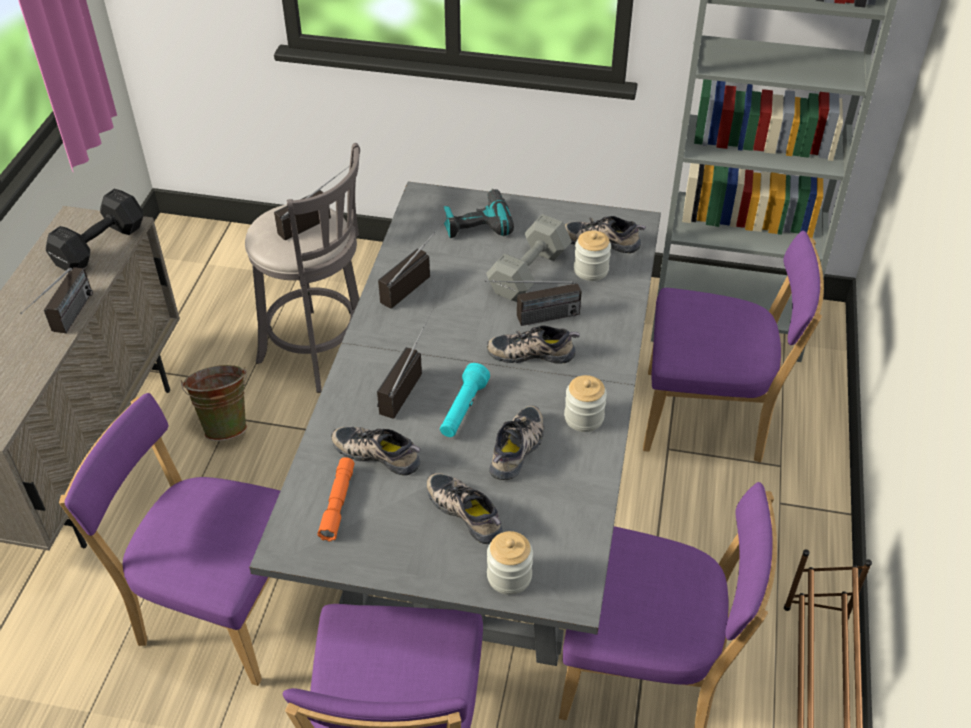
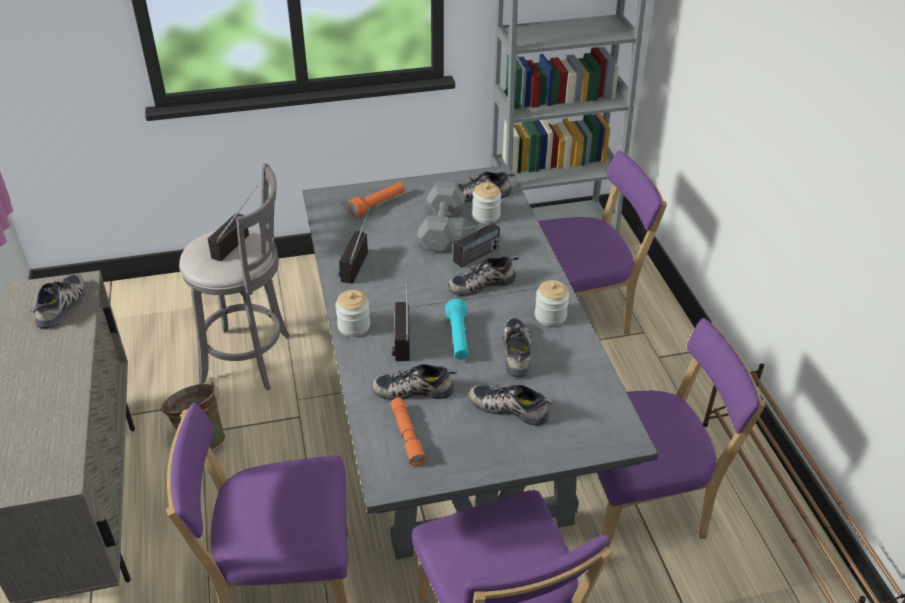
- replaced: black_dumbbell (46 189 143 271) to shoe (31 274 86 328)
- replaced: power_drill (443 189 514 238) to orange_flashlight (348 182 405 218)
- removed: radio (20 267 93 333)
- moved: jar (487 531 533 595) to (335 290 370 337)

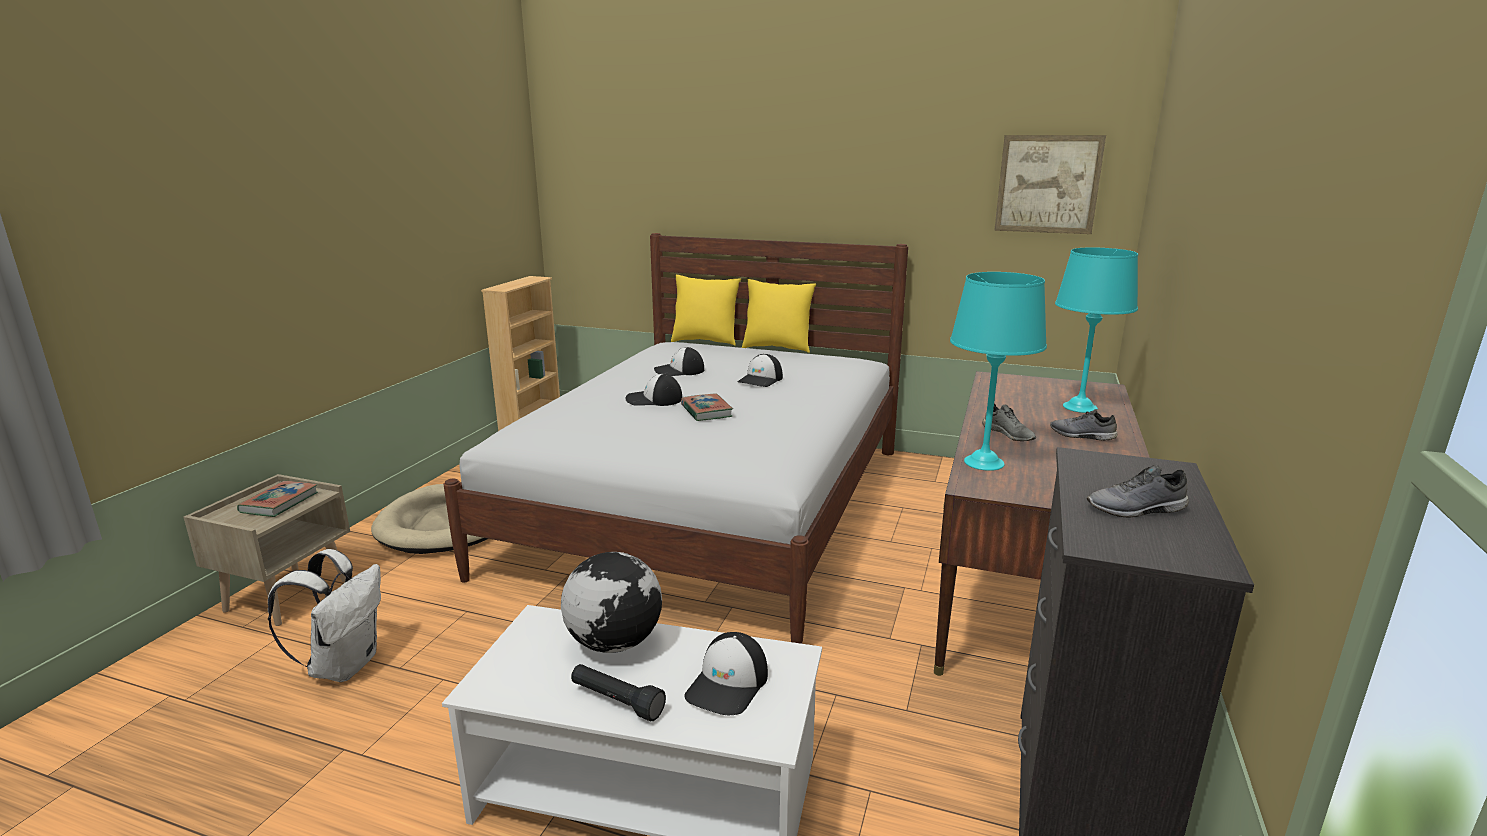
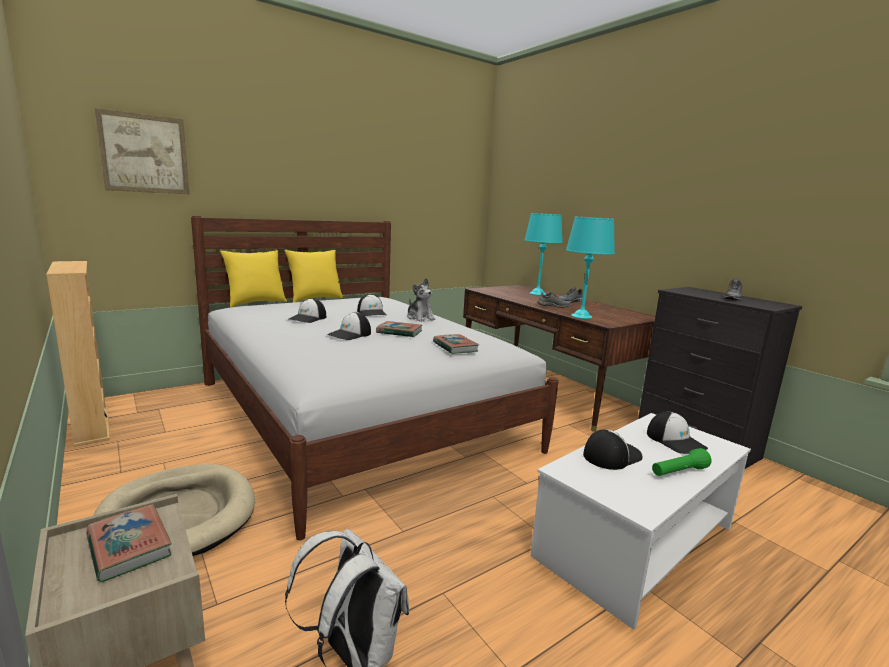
- moved: picture (994 135 1106 234) to (95 108 189 194)
- replaced: globe (561 552 662 653) to cap (583 430 643 470)
- recoloured: black_flashlight (571 664 666 721) to green_flashlight (652 448 711 476)
- added: plush_toy (407 278 435 322)
- added: book (433 334 479 354)

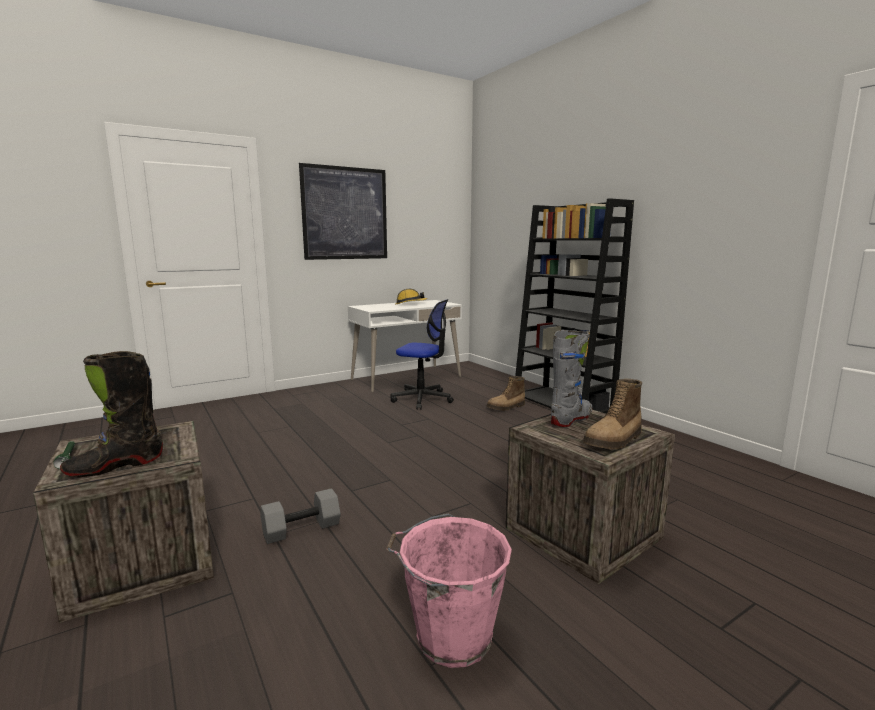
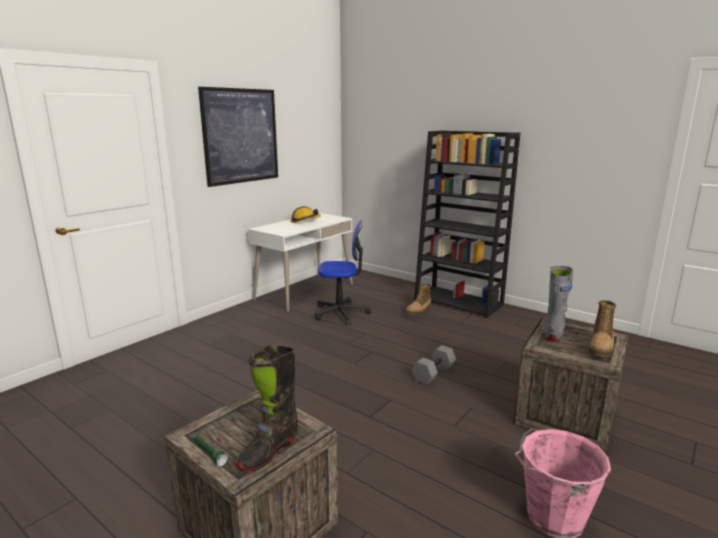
- moved: grey_dumbbell (261 488 341 544) to (412 345 456 385)

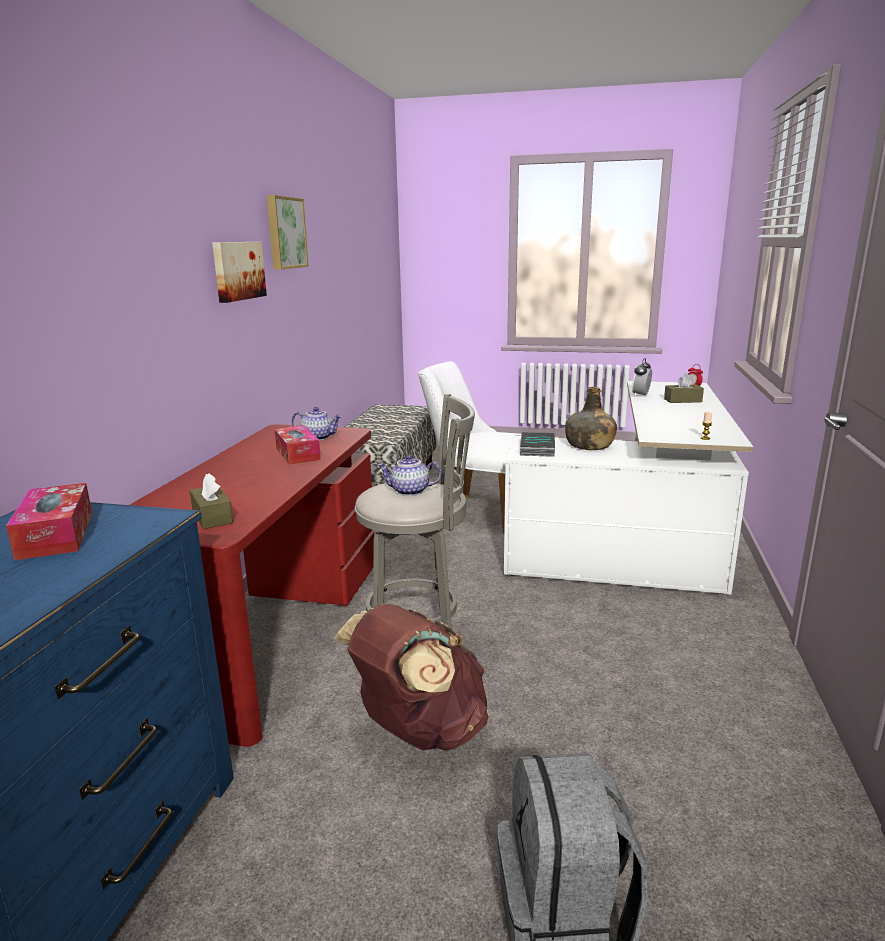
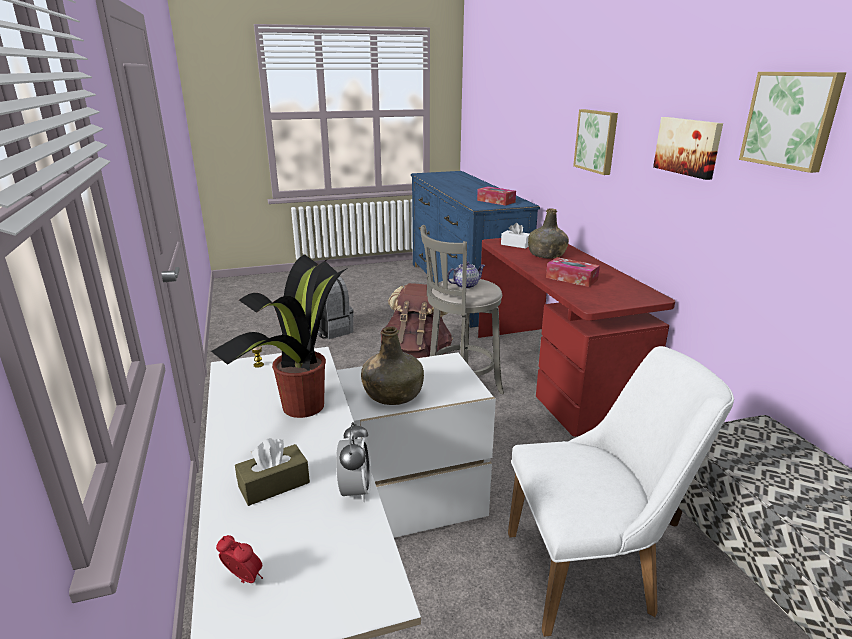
- removed: teapot (292 407 342 441)
- removed: book (520 432 555 457)
- recoloured: brown_tissue_box (190 473 233 529) to white_tissue_box (501 223 530 249)
- added: picture (573 109 618 175)
- added: green_bottle (528 209 569 258)
- added: potted_plant (211 255 348 418)

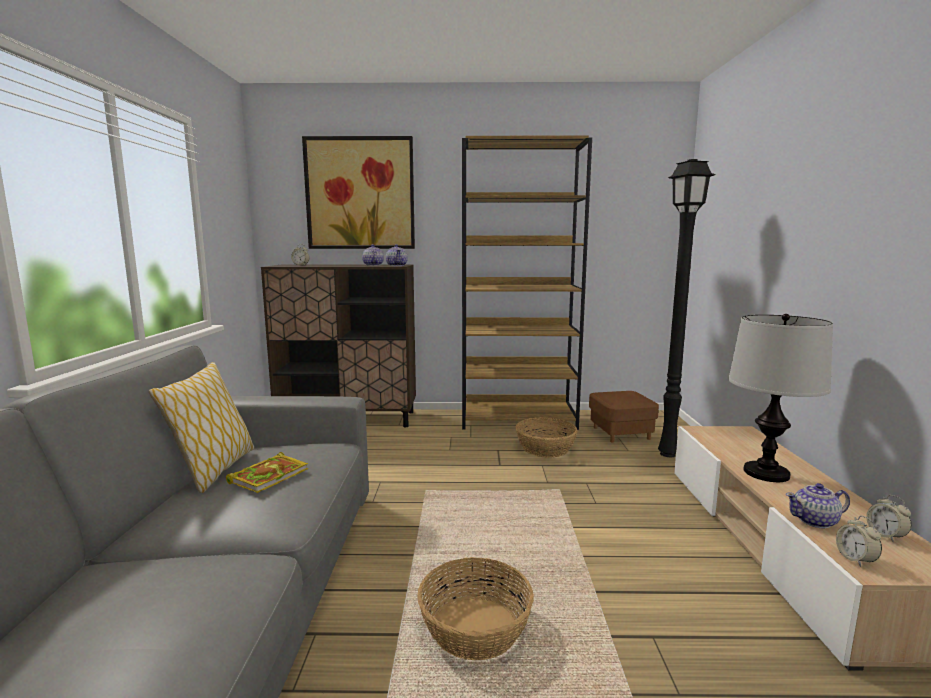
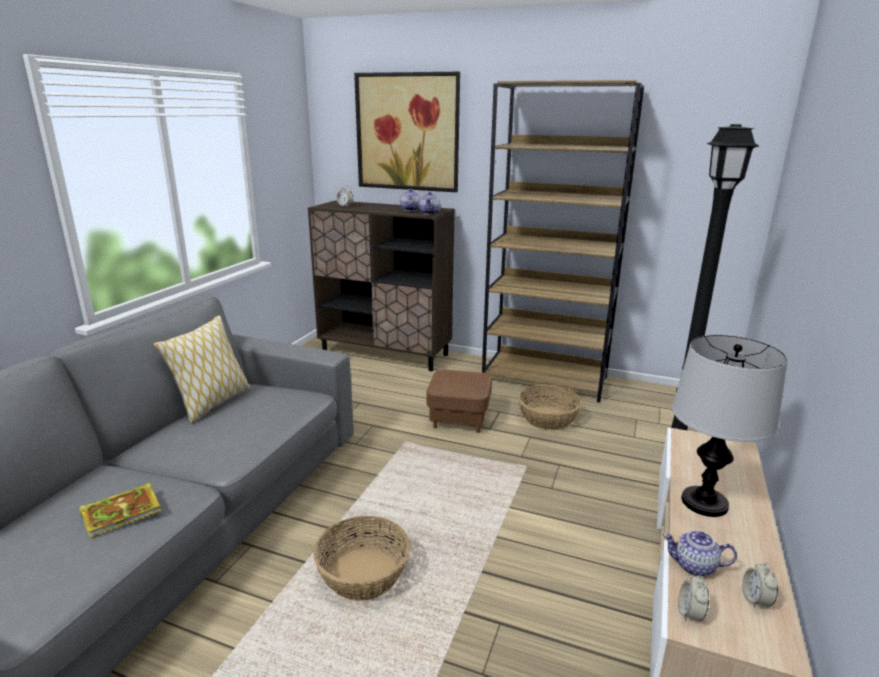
- moved: brown_ottoman (589 391 659 442) to (426 369 492 433)
- moved: book (226 452 308 493) to (79 482 161 538)

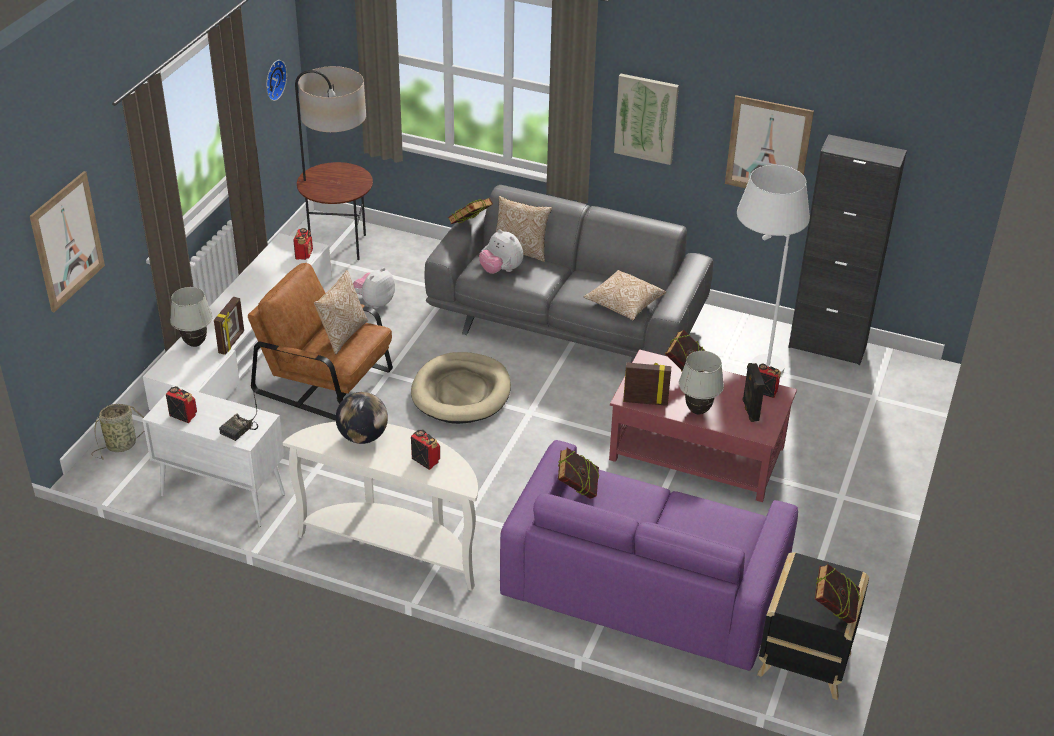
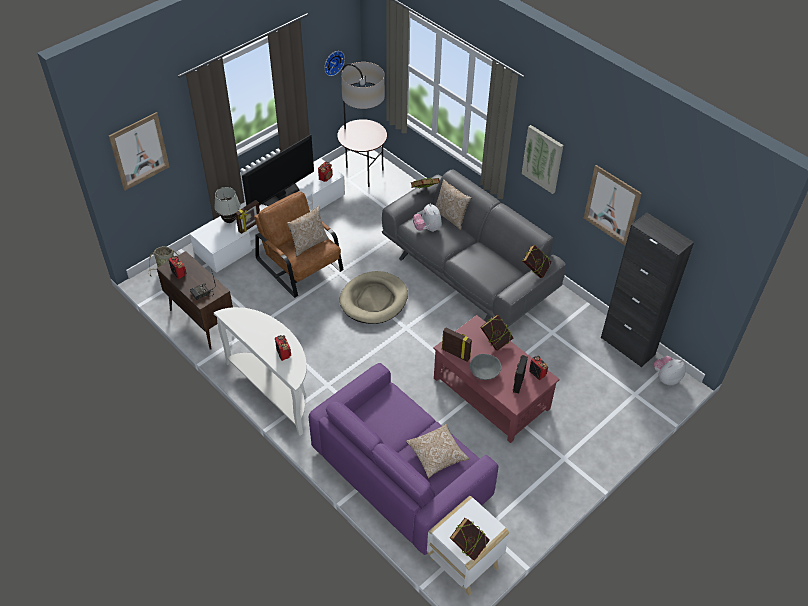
- removed: white_floor_lamp (737 165 810 375)
- moved: plush_toy (353 268 395 308) to (653 356 686 385)
- moved: pillow (584 270 666 321) to (406 424 469 478)
- replaced: white_table_lamp (679 351 724 415) to grey_bowl (470 354 501 380)
- recoloured: white_cabinet (142 385 285 527) to brown_cabinet (157 251 233 350)
- removed: globe (336 392 388 444)
- moved: book (558 448 600 499) to (523 245 552 278)
- recoloured: black_side_table (757 552 869 700) to white_side_table (427 496 509 596)
- added: television (242 134 314 206)

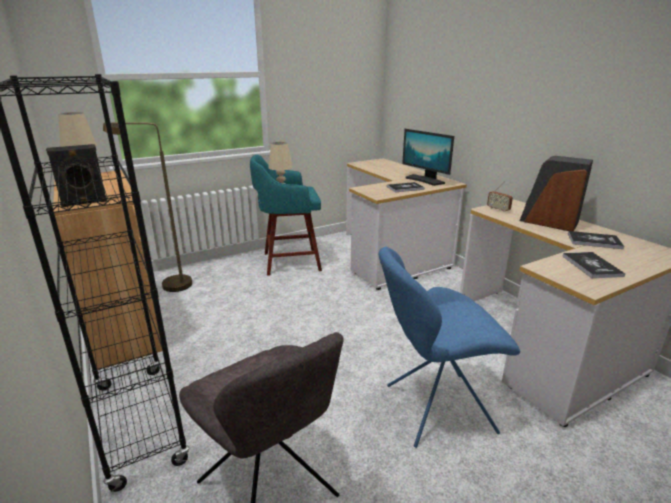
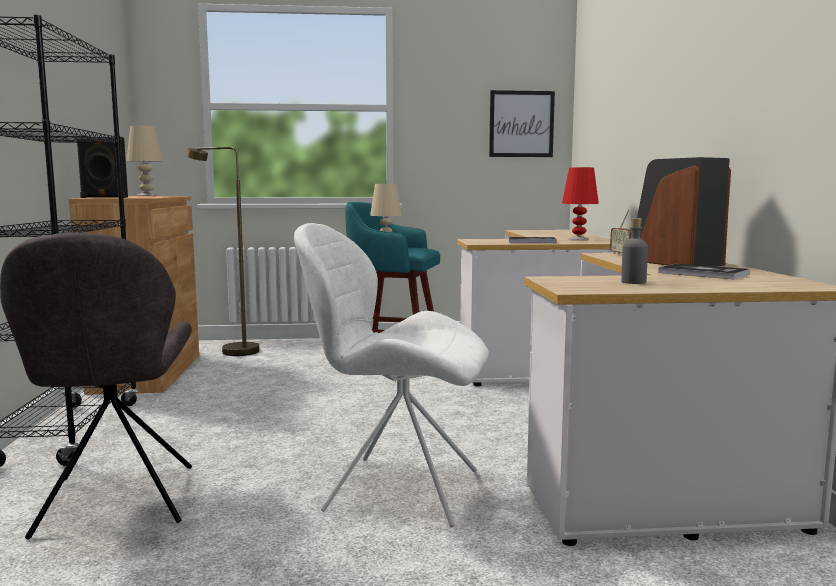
- replaced: monitor (402 129 454 186) to red_table_lamp (562 167 599 241)
- recoloured: blue_chair (379 247 520 448) to white_chair (294 223 489 528)
- replaced: book (562 252 625 278) to grey_bottle (621 218 648 284)
- added: picture (489 90 555 157)

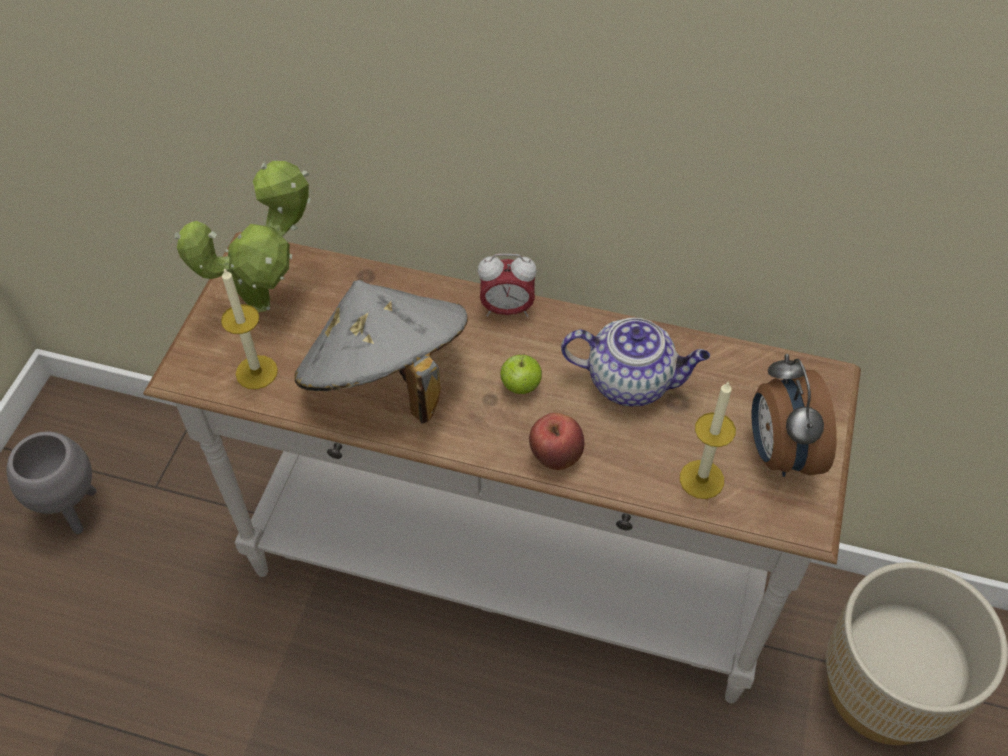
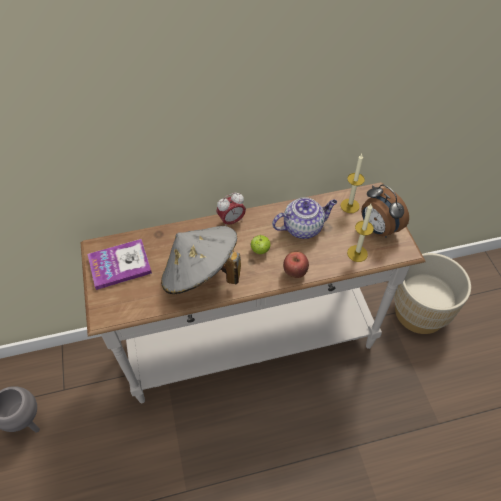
- replaced: potted_plant (174 161 310 312) to book (87 239 152 290)
- moved: candle (221 267 278 389) to (340 154 365 213)

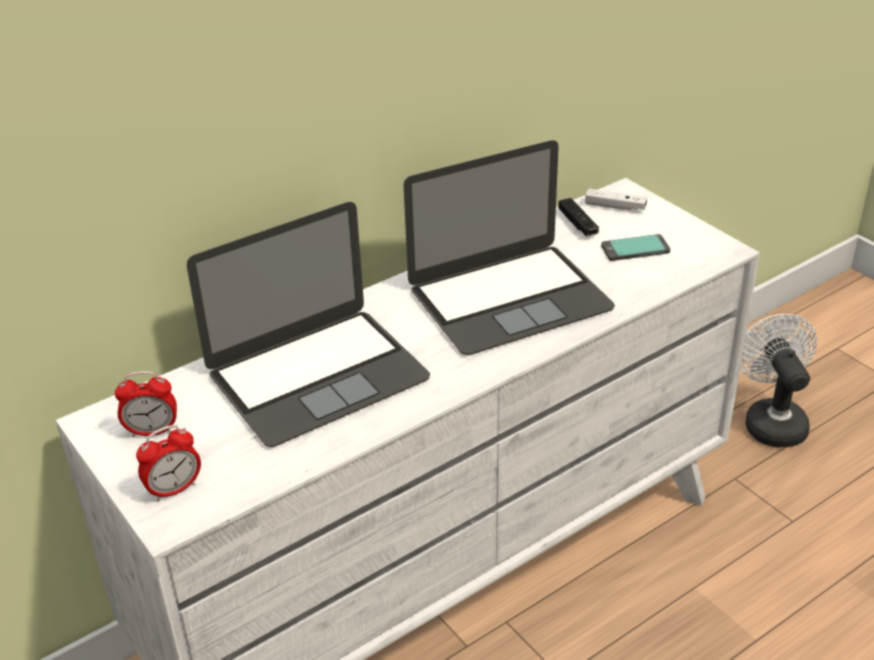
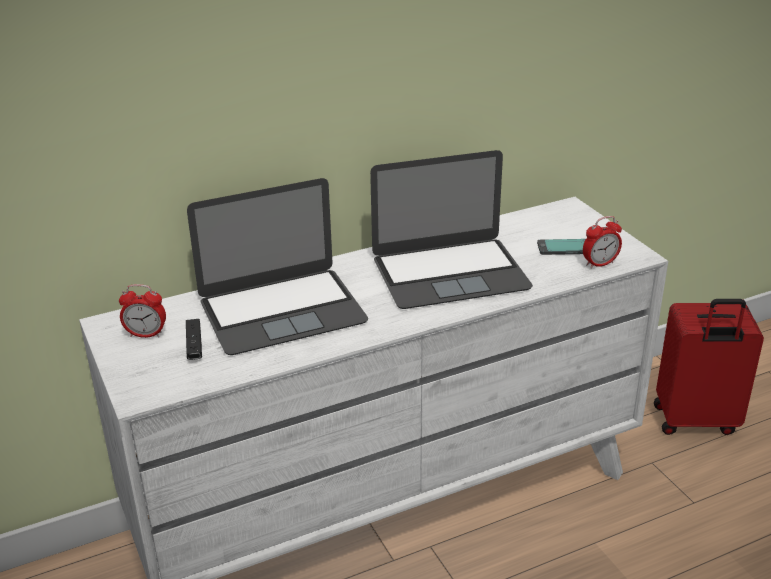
- removed: white_game_controller (585 189 647 210)
- moved: black_game_controller (558 198 599 236) to (186 319 202 360)
- replaced: white_fan (740 314 817 447) to red_suitcase (654 299 764 435)
- moved: alarm_clock (136 425 201 501) to (583 216 622 269)

